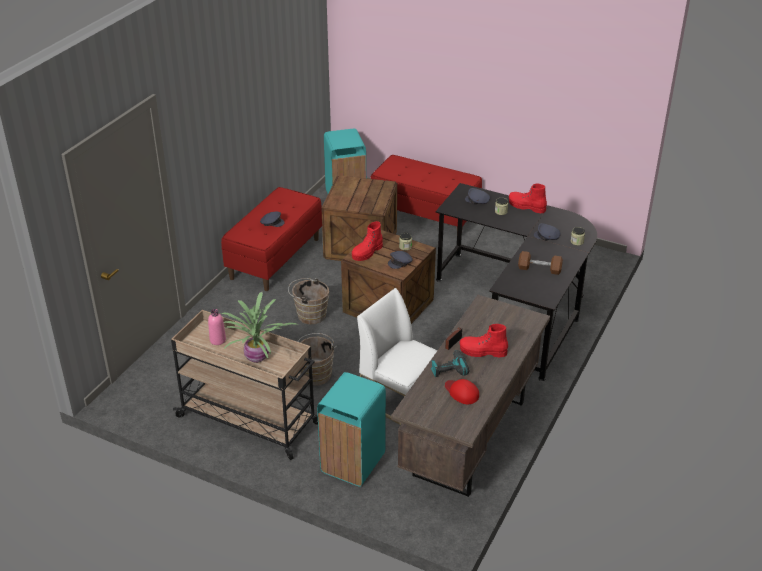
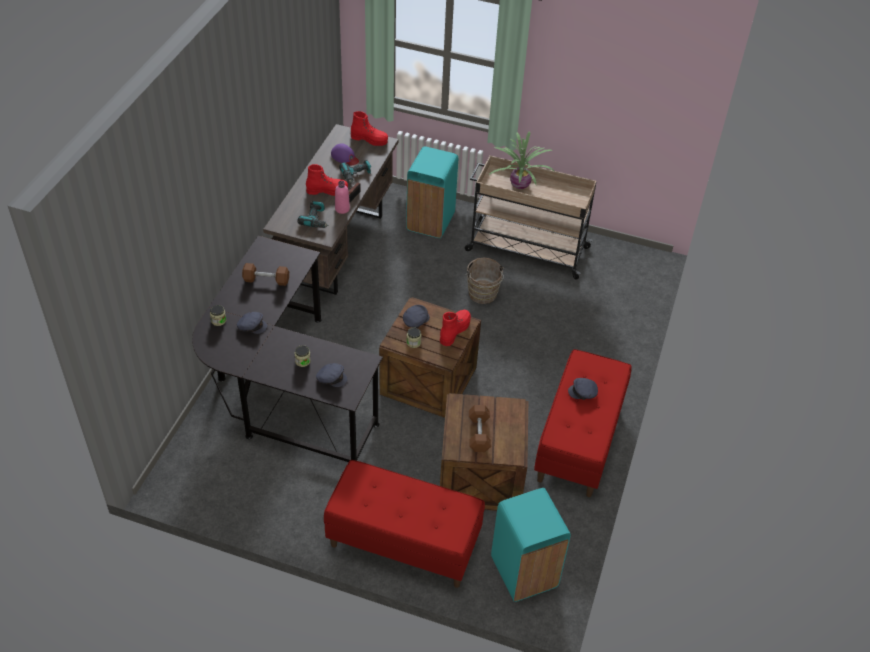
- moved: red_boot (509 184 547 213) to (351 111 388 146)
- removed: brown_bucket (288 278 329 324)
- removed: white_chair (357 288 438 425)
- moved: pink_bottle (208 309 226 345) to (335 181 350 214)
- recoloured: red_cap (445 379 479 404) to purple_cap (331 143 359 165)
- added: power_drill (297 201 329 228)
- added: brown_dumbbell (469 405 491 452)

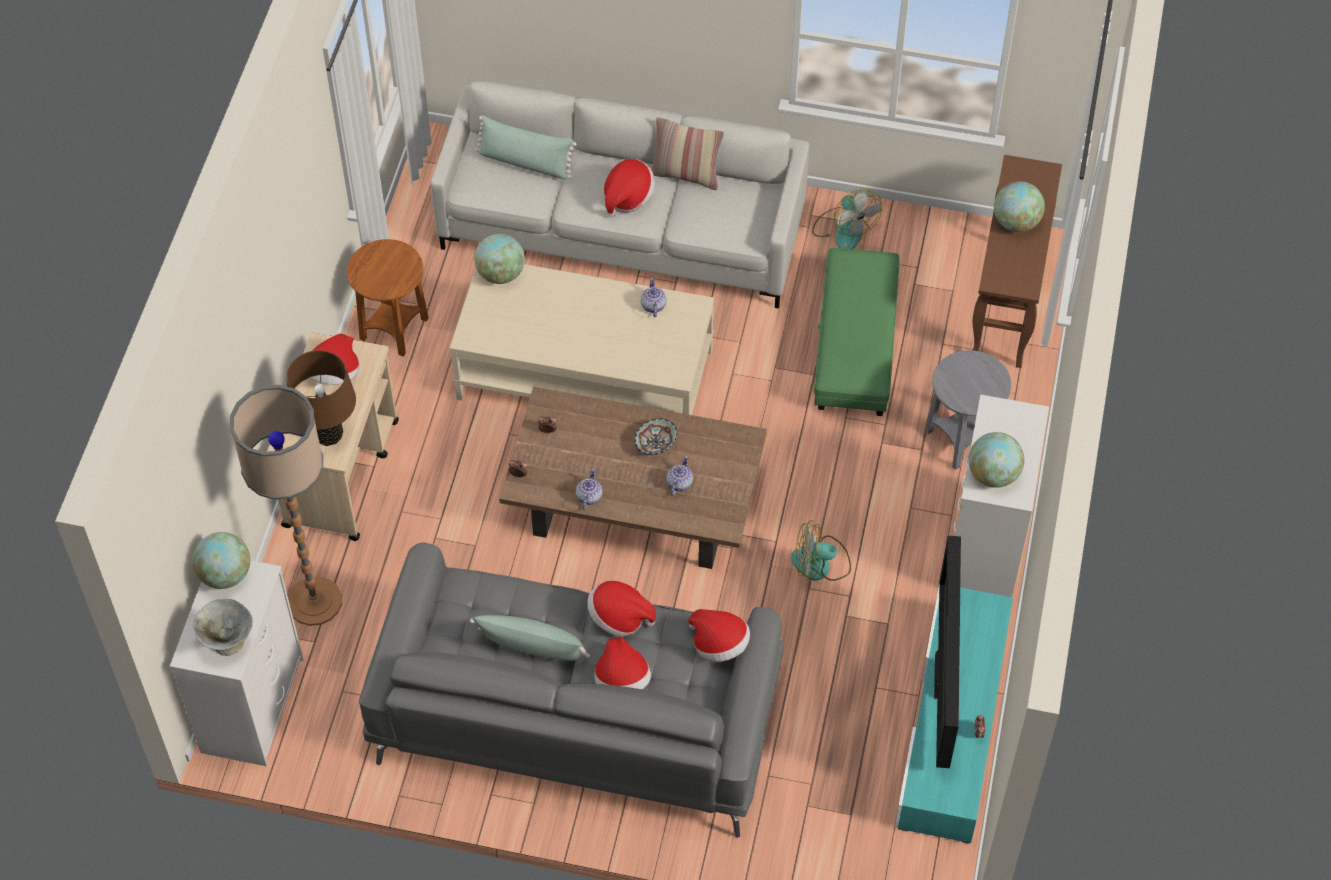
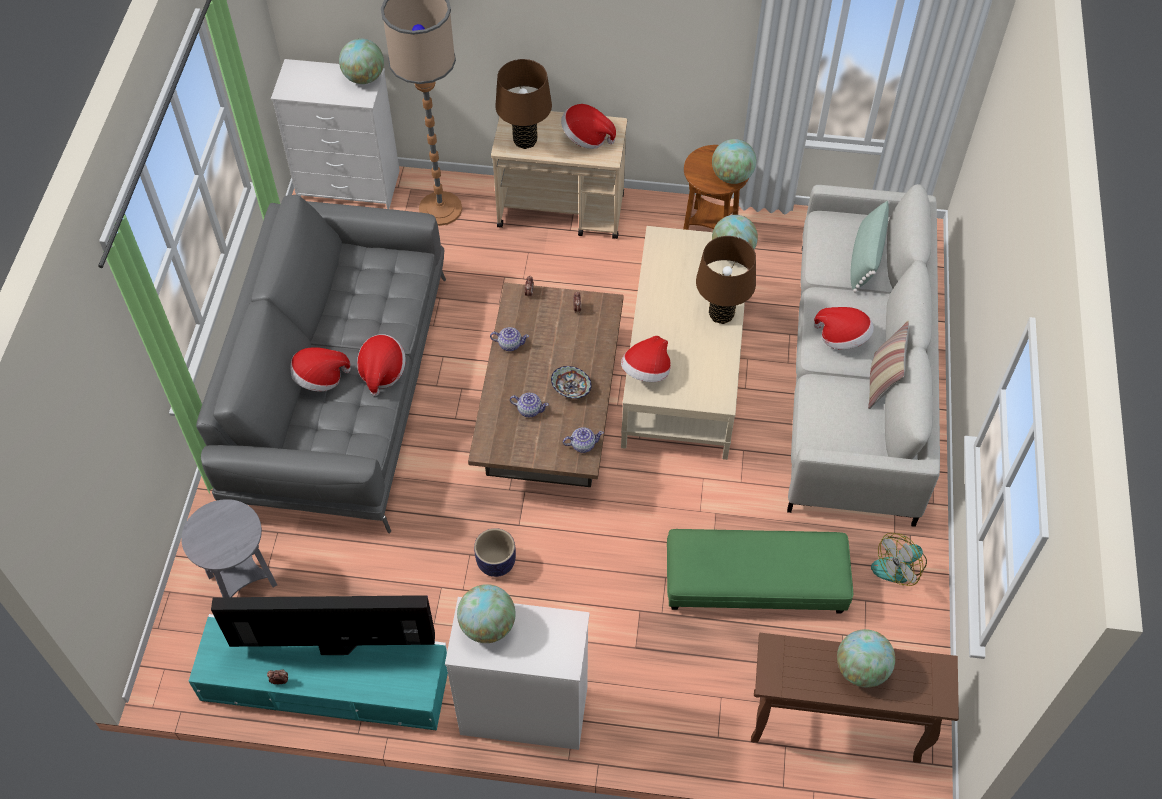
- moved: teapot (641 278 667 317) to (563 427 604 453)
- moved: grey_side_table (925 350 1011 470) to (182 499 277 597)
- replaced: fan (791 520 851 581) to planter (474 528 516 577)
- removed: grey_bowl (194 599 252 656)
- moved: hat (688 609 750 662) to (621 336 671 382)
- removed: green_pillow (470 615 590 661)
- added: globe (712 139 756 184)
- added: brown_table_lamp (696 236 756 324)

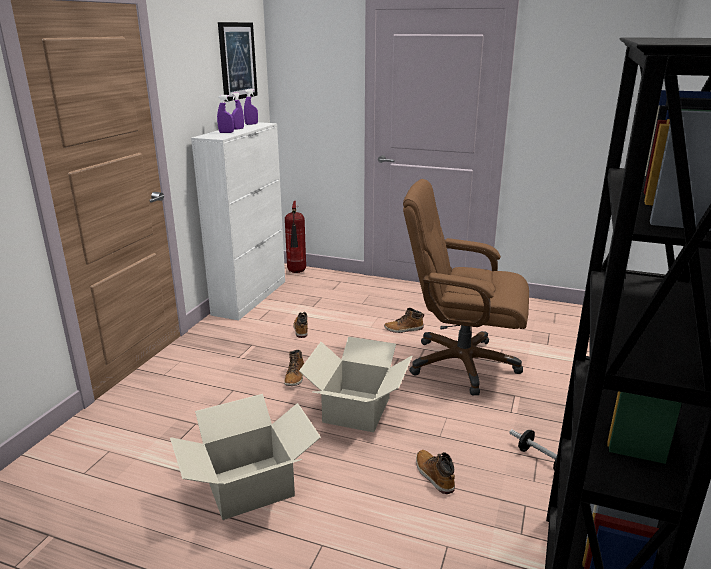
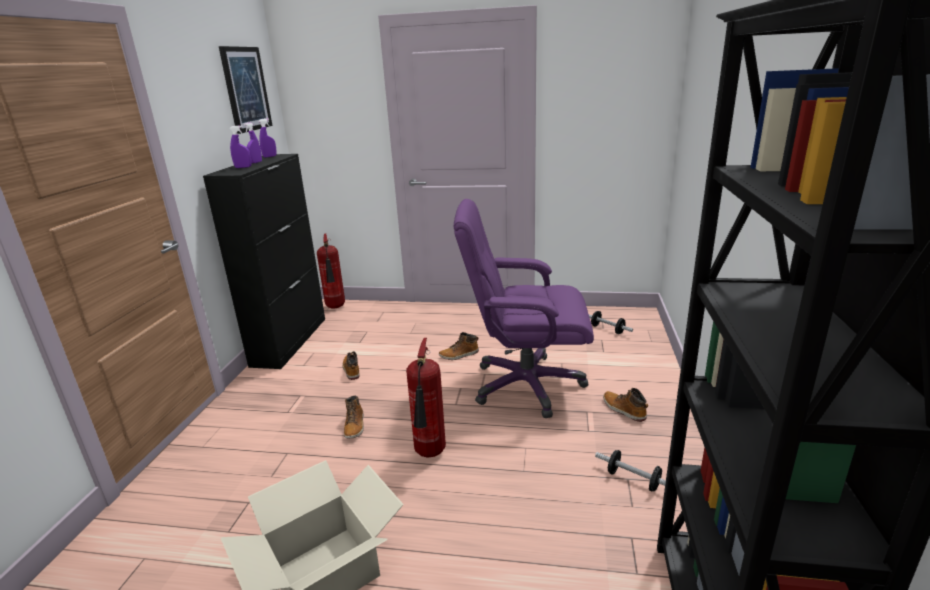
- recoloured: white_cabinet (191 122 285 320) to black_cabinet (203 154 325 369)
- recoloured: brown_office_chair (403 179 529 395) to purple_office_chair (454 199 594 418)
- replaced: cardboard_box (299 337 412 432) to fire_extinguisher (406 338 446 458)
- moved: boot (416 450 455 494) to (603 388 648 422)
- added: dumbbell (589 311 633 334)

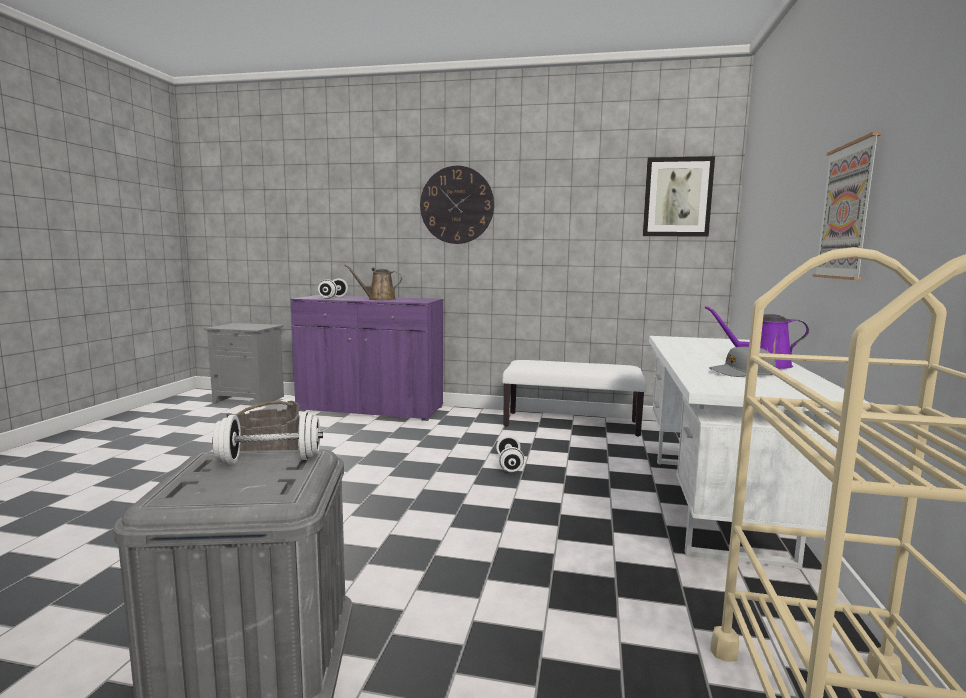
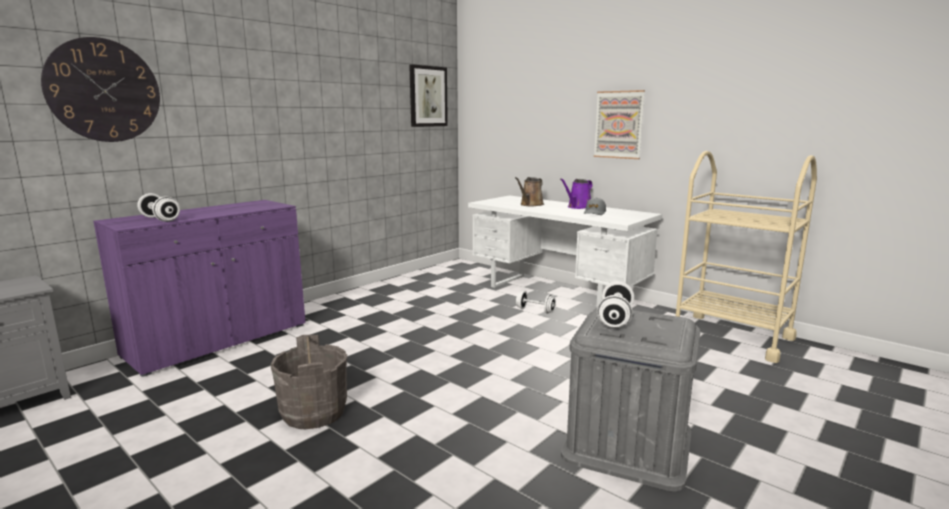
- moved: wall_clock (420 166 494 244) to (41 37 160 142)
- moved: brown_watering_can (344 264 402 300) to (515 177 544 206)
- removed: white_bench (502 360 646 436)
- moved: white_dumbbell (496 435 524 472) to (516 291 556 314)

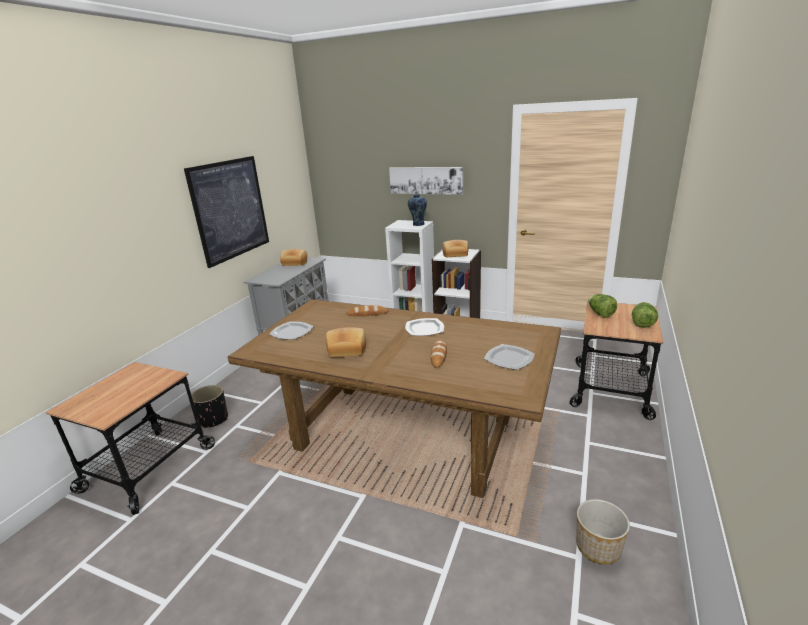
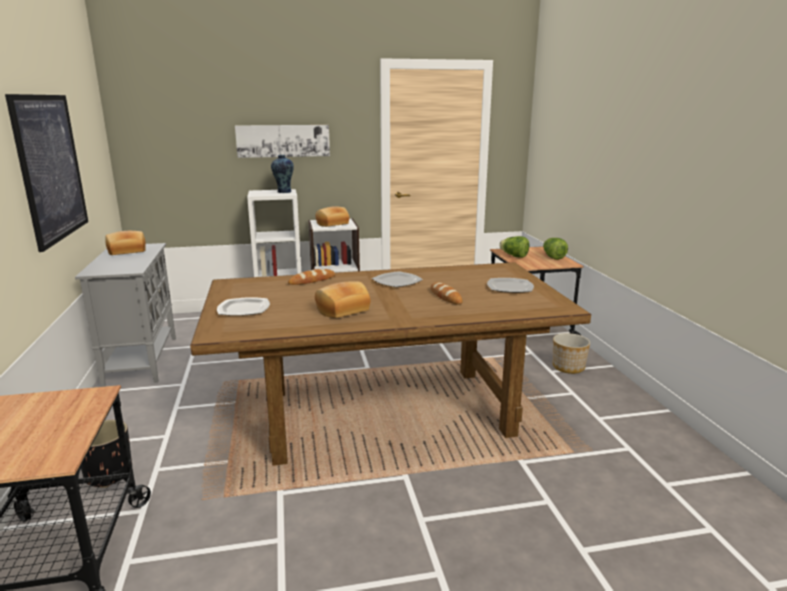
- moved: planter (576 499 630 565) to (553 333 590 374)

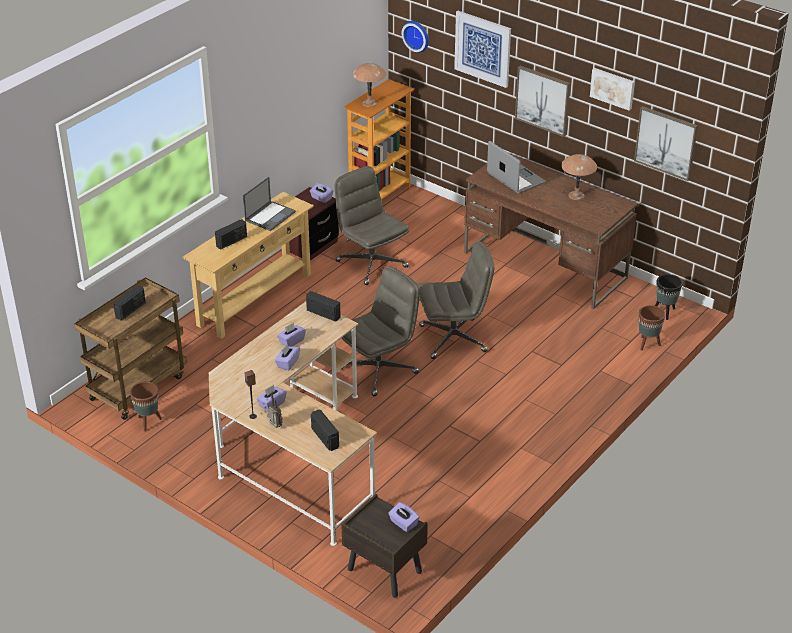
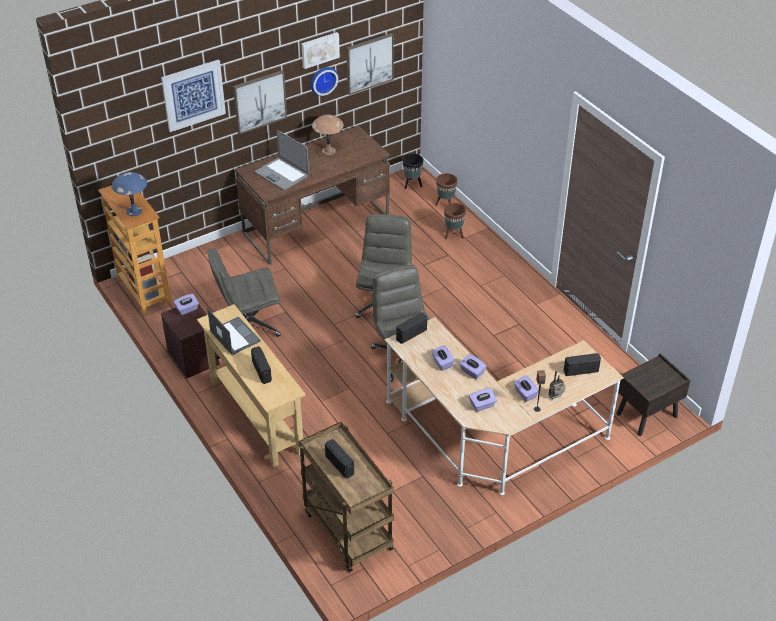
- moved: wall_clock (401 21 429 53) to (311 67 338 96)
- recoloured: brown_table_lamp (352 63 386 107) to blue_table_lamp (112 172 147 216)
- turned: laptop (487 141 545 194) = (255 130 309 190) 120 degrees counterclockwise
- moved: brown_planter (130 382 162 432) to (444 203 466 239)
- moved: purple_tissue_box (388 502 419 532) to (469 388 497 412)

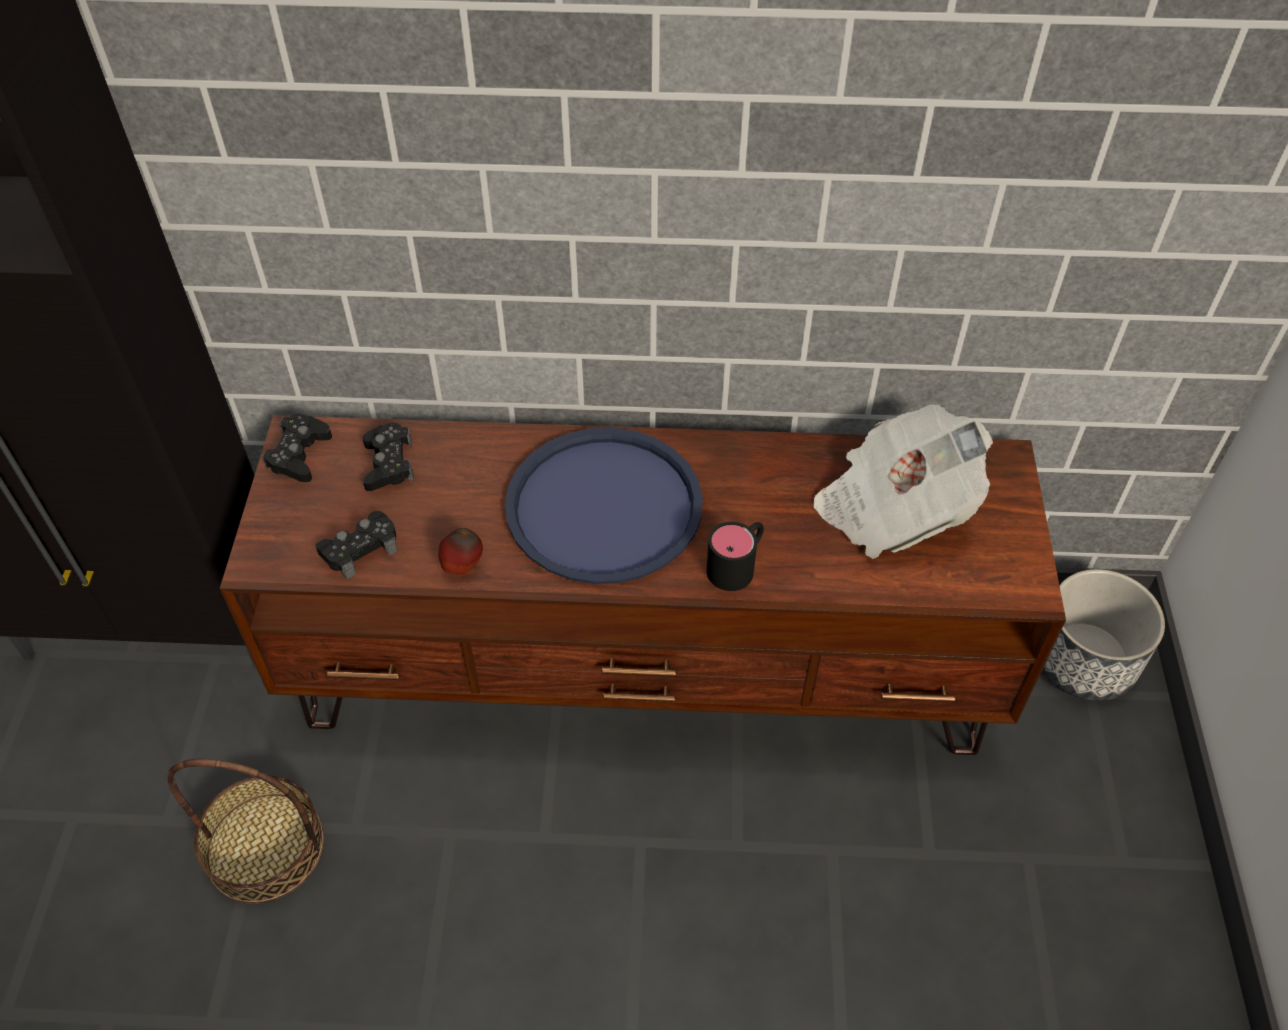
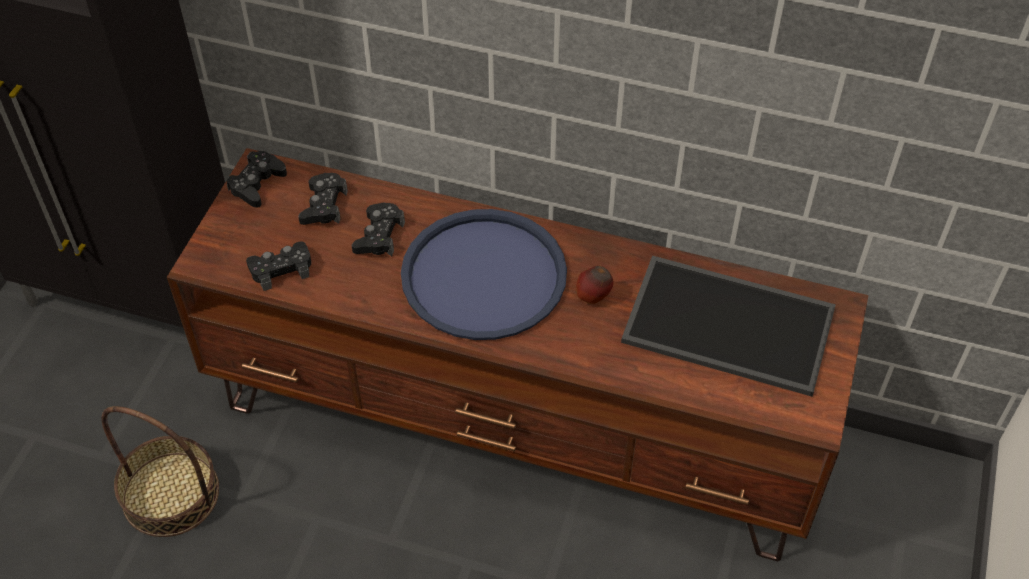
- replaced: newspaper (814 405 993 559) to tray (621 256 836 397)
- removed: black_mug (706 522 764 591)
- moved: apple (438 528 483 575) to (576 266 613 304)
- removed: planter (1042 569 1165 701)
- added: black_game_controller (352 202 405 256)

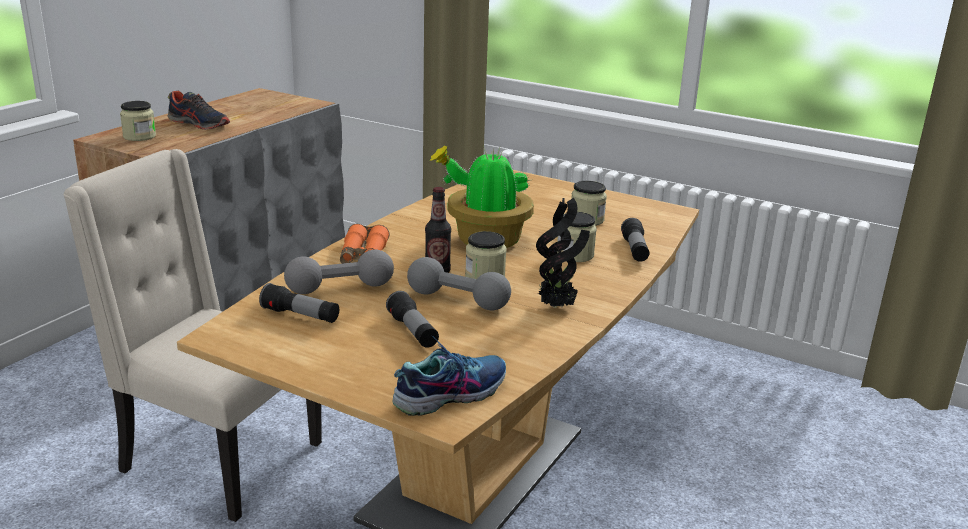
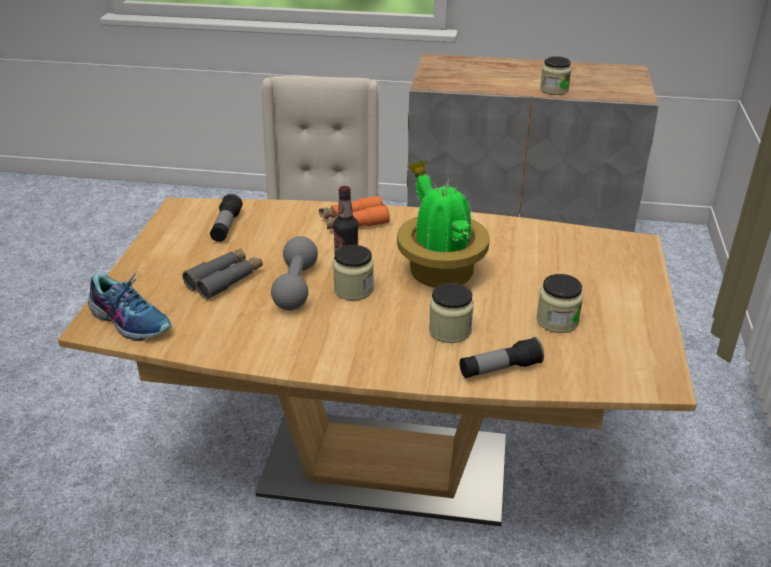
- removed: shoe (168 91 230 130)
- moved: jar (120 101 156 141) to (540 56 572 95)
- removed: potted_plant (536 198 590 308)
- removed: grey_dumbbell (284 250 394 294)
- replaced: flashlight (386 291 439 348) to grey_binoculars (183 248 263 300)

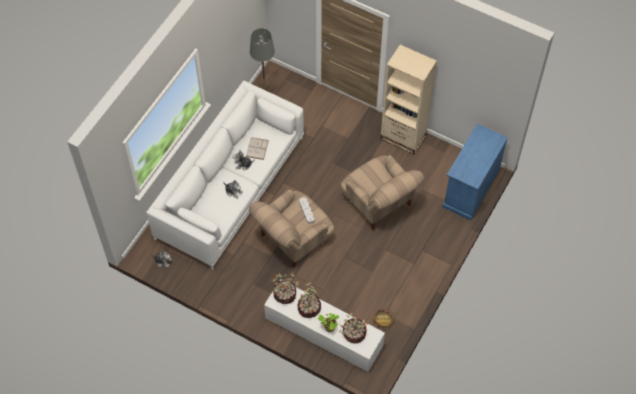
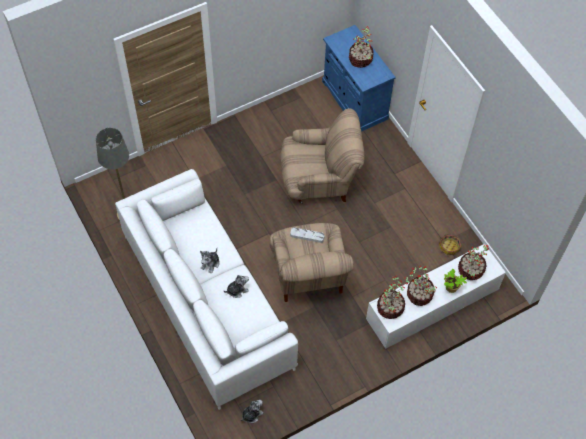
- removed: beige_bookcase (380 45 437 154)
- removed: white_book (246 137 269 160)
- added: potted_plant (349 26 373 68)

